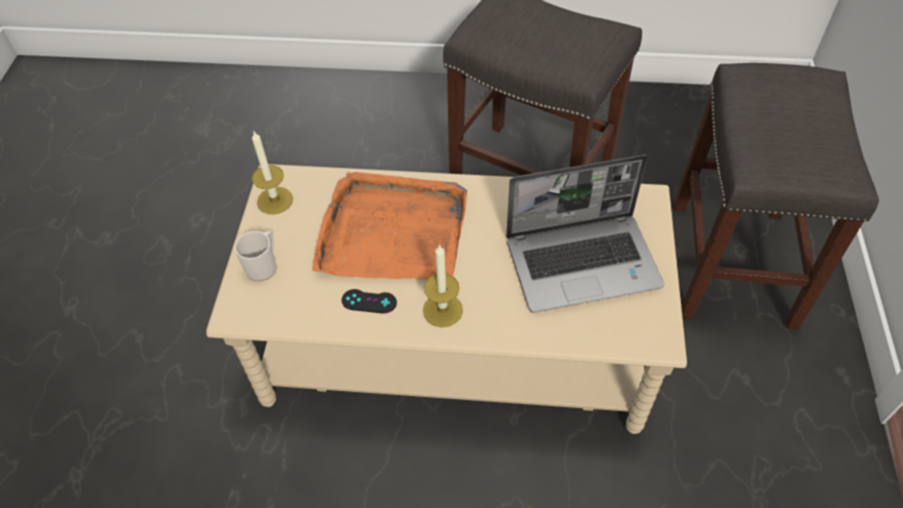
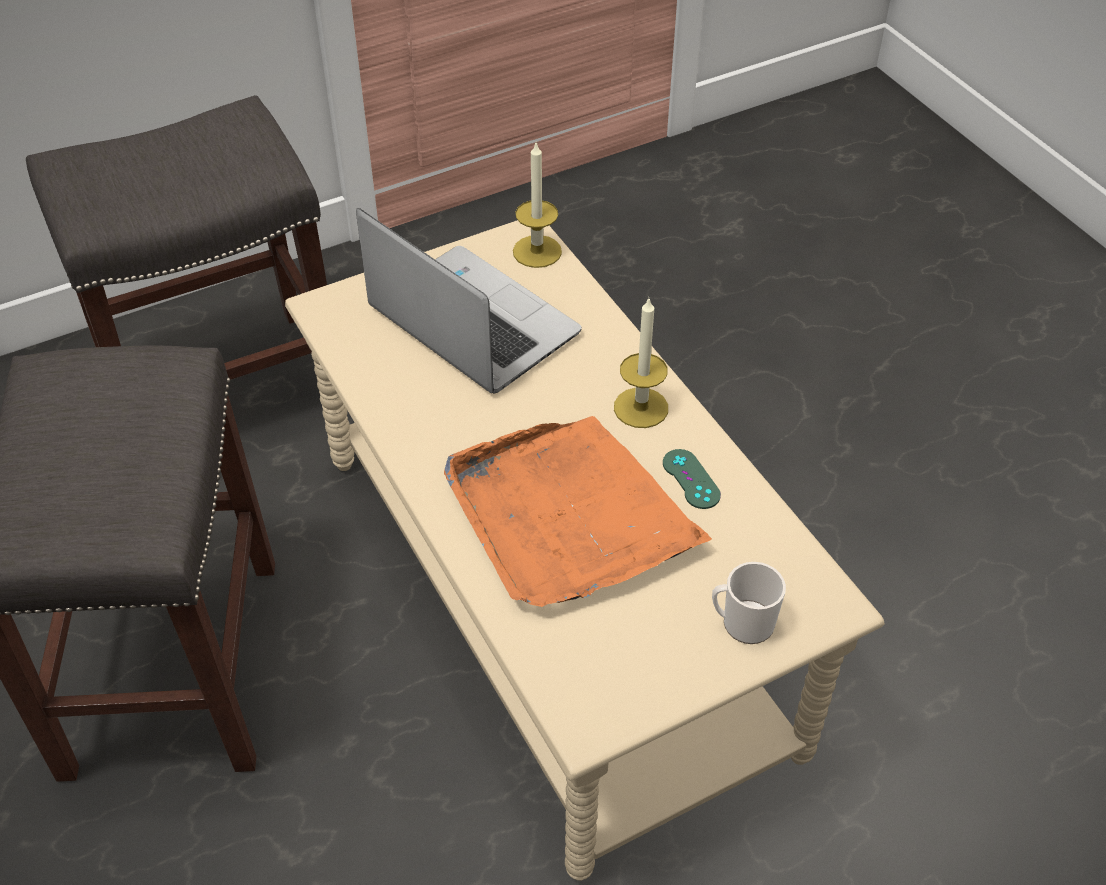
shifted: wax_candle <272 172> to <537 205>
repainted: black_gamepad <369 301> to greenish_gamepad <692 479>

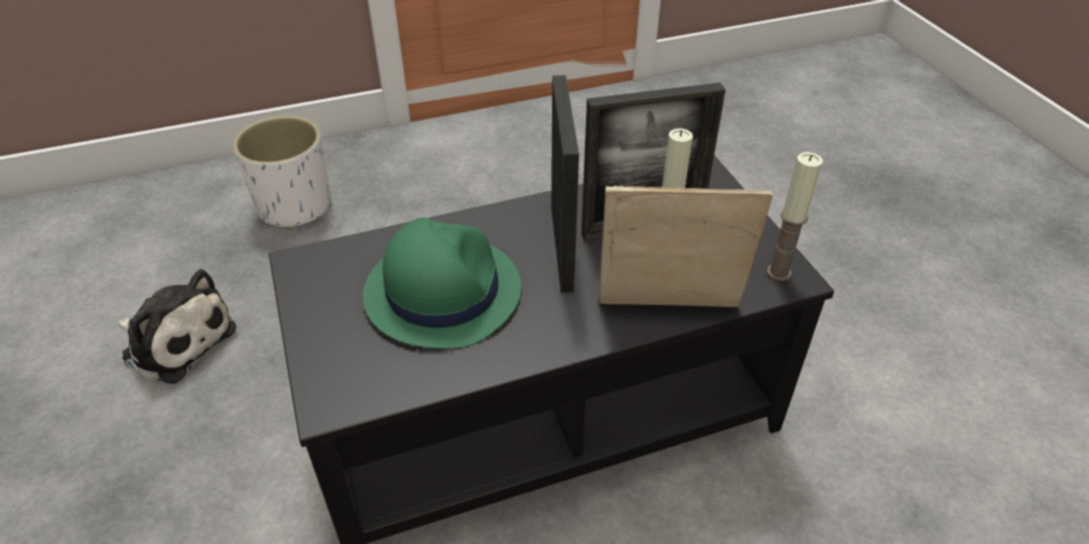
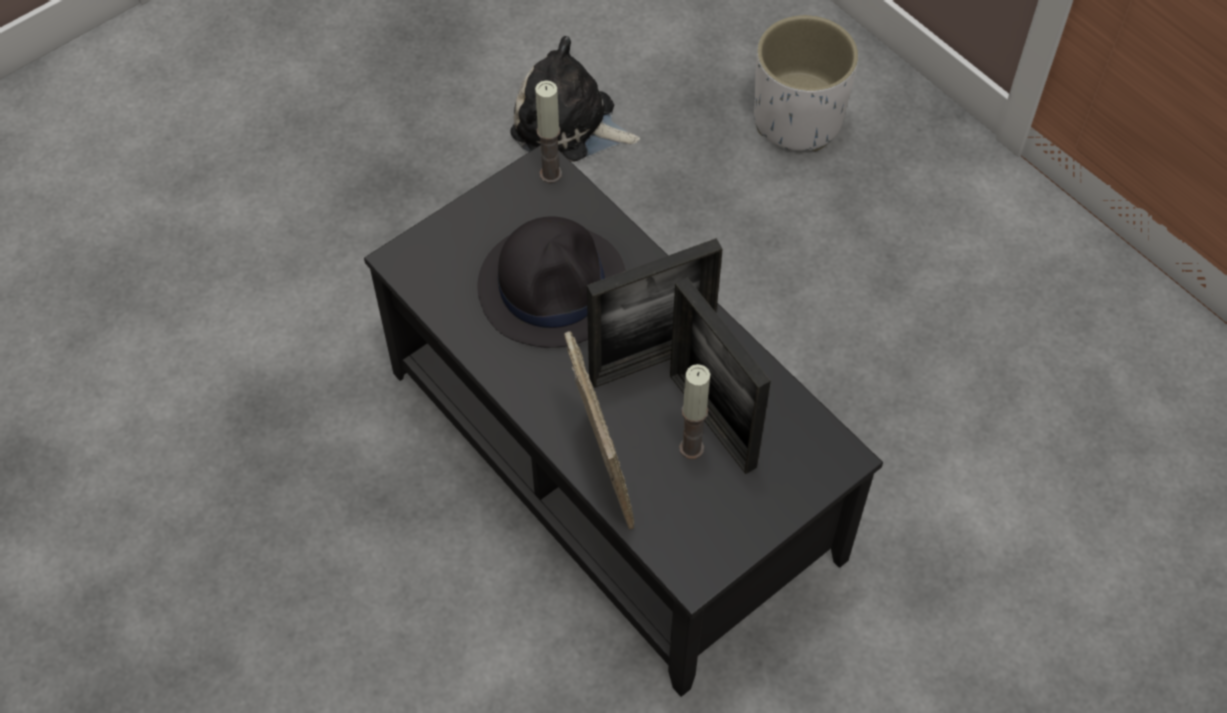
shifted: wax_candle <795 216> to <548 131>
repainted: greenish_wearable_hat <442 283> to black_wearable_hat <551 282>
rotated: plush_toy <177 326> = <575 99> 105 degrees clockwise

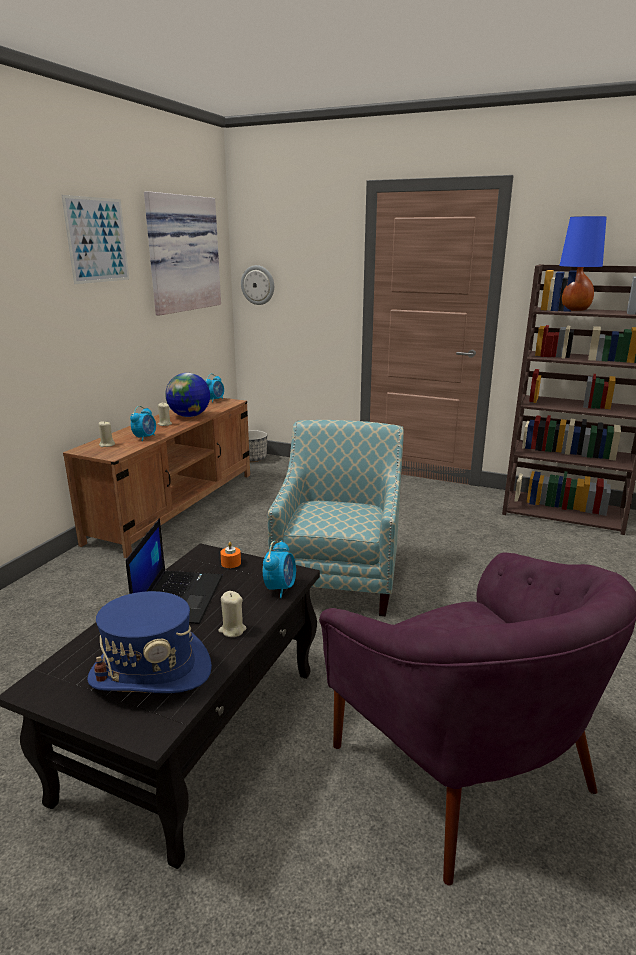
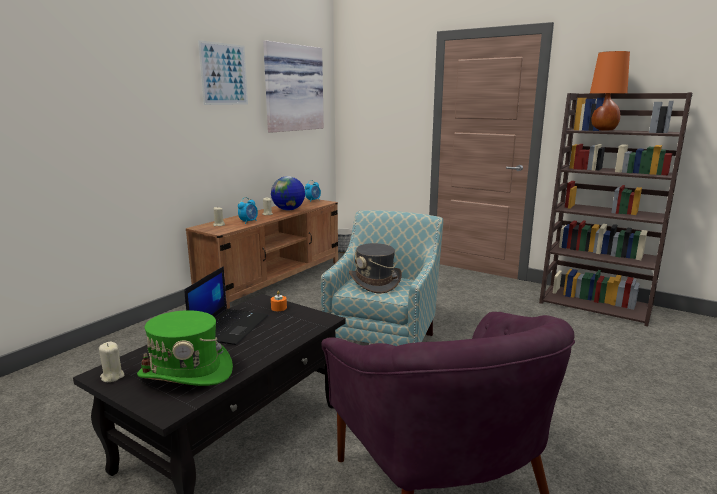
gone: hanging_clock <257 285>; table_clock <279 569>
new: grey_wearable_hat <375 268>
shifted: beige_wax_candle <232 614> to <111 362>
repainted: blue_wearable_hat <149 642> to greenish_wearable_hat <185 348>; blue_table_lamp <583 263> to orange_table_lamp <610 91>

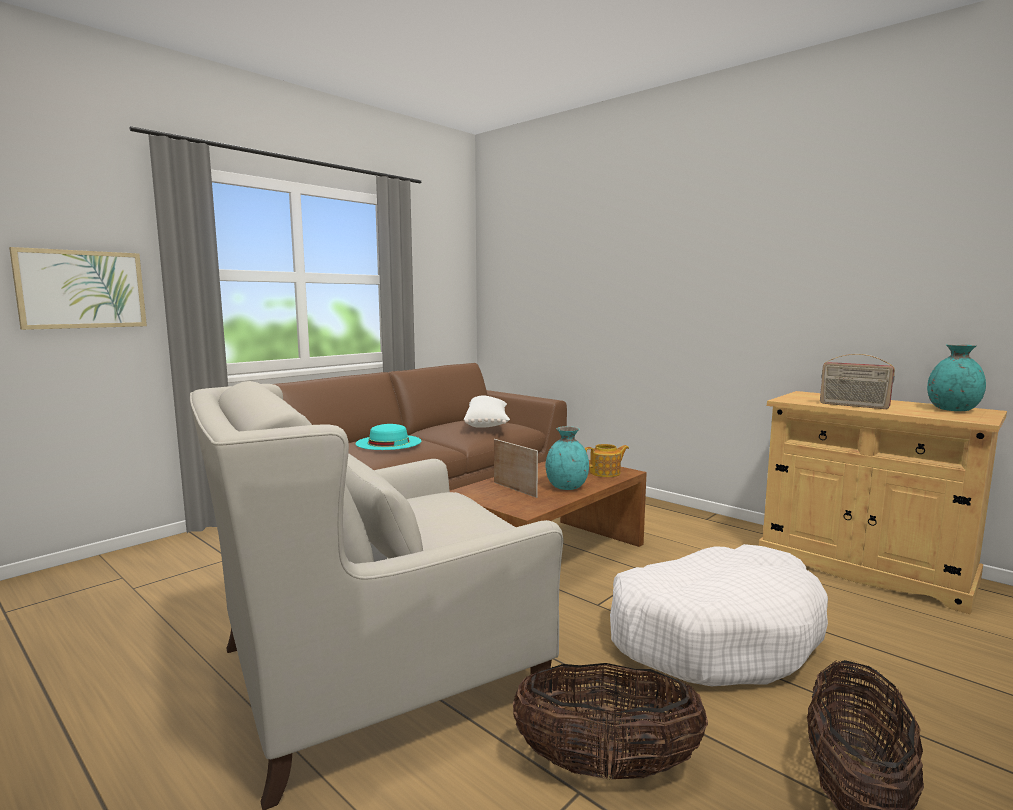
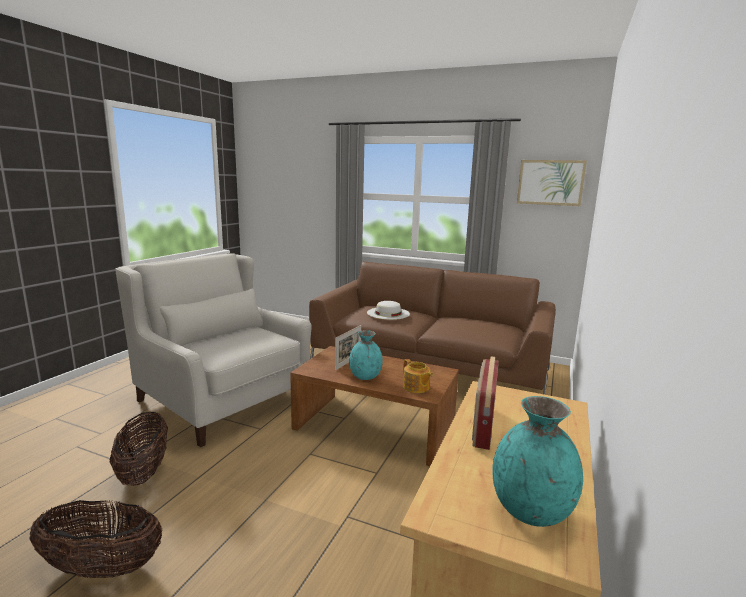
gone: white_throw_pillow <487 411>; white_pet_bed <719 615>
shifted: picture <78 288> to <552 183>
repainted: blue-green_wearable_hat <389 437> to white_wearable_hat <388 310>

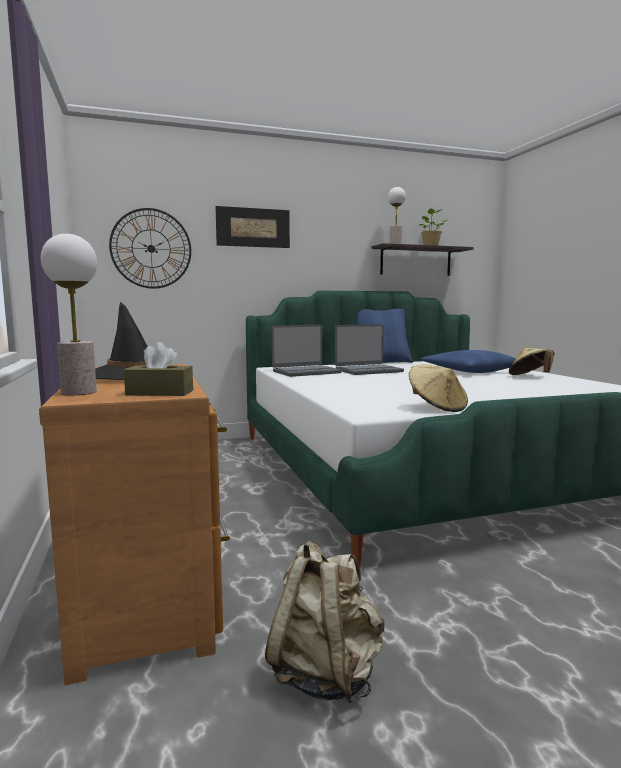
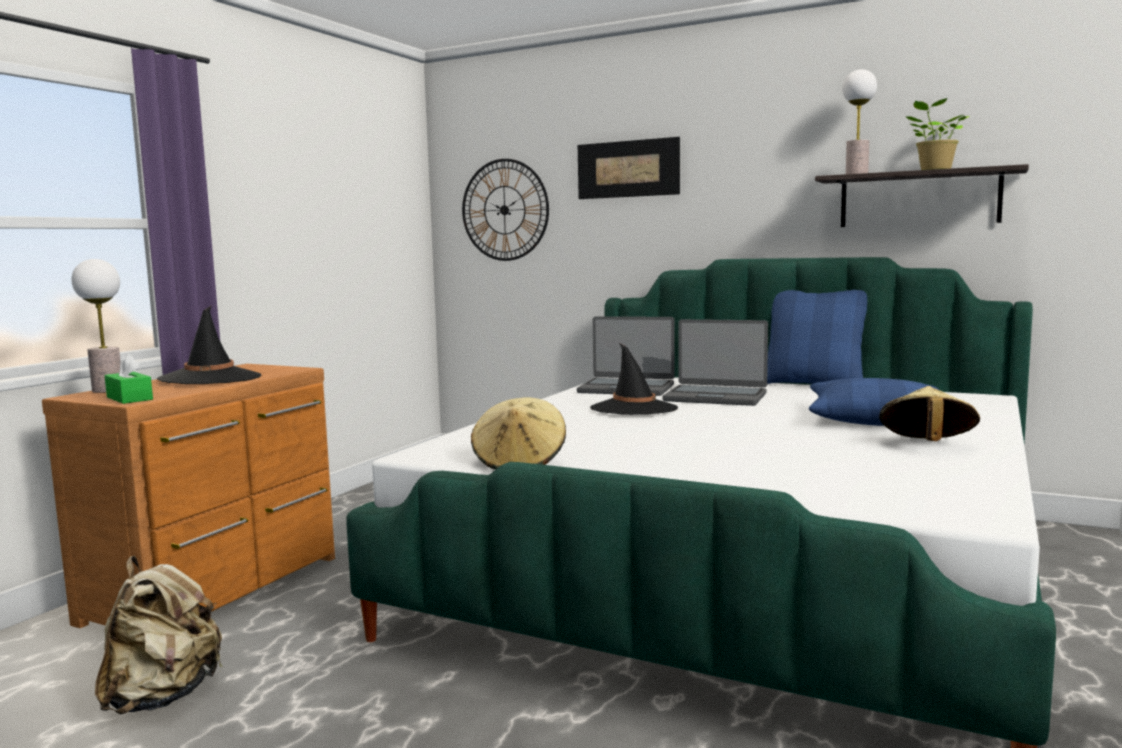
new: black_wearable_hat <634 379>
repainted: brown-coloured_tissue_holder <158 369> to greenish_tissue_holder <128 378>

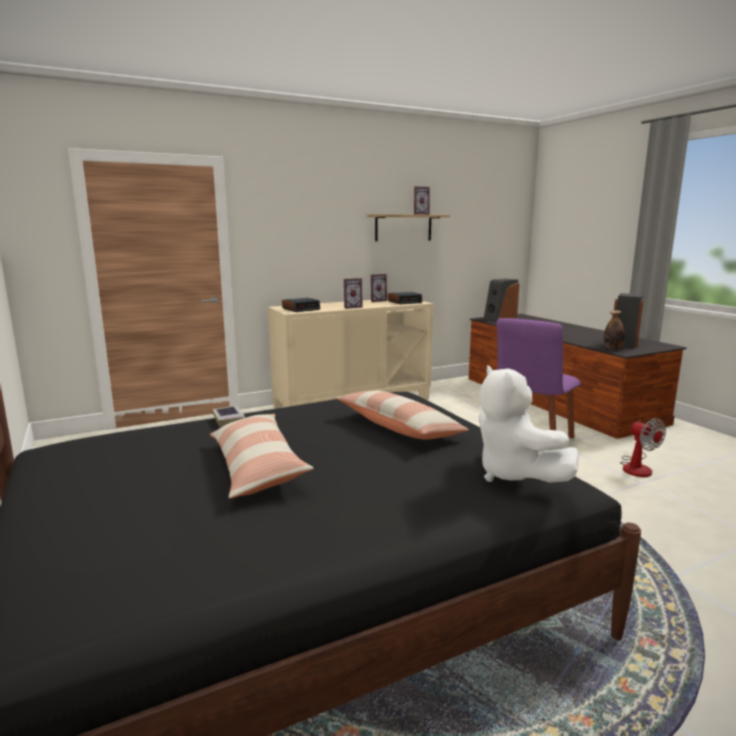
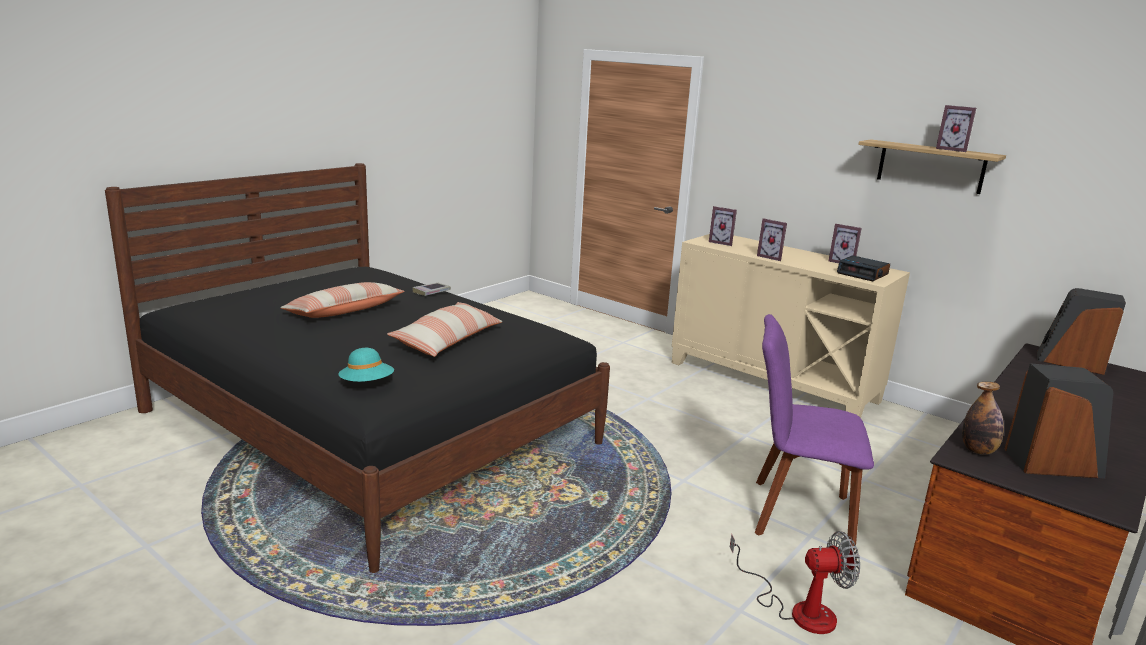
swapped: table_clock <301 305> to photo_frame <723 226>; white_plush_toy <529 424> to blue-green_wearable_hat <366 365>
rotated: cooling_fan <643 447> = <795 582> 135 degrees counterclockwise

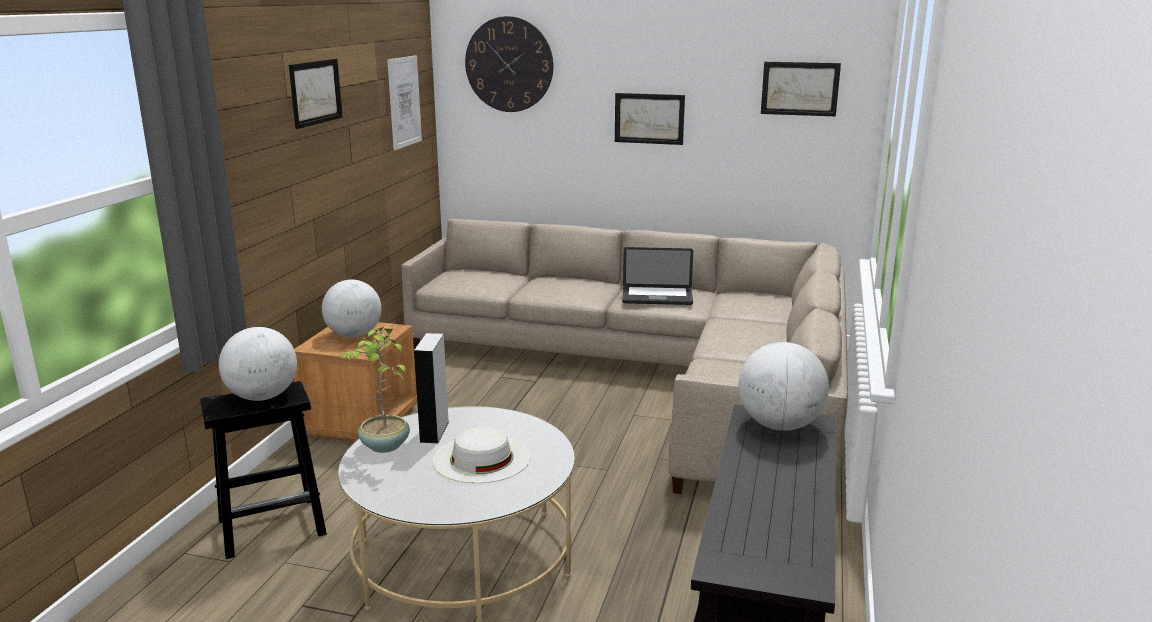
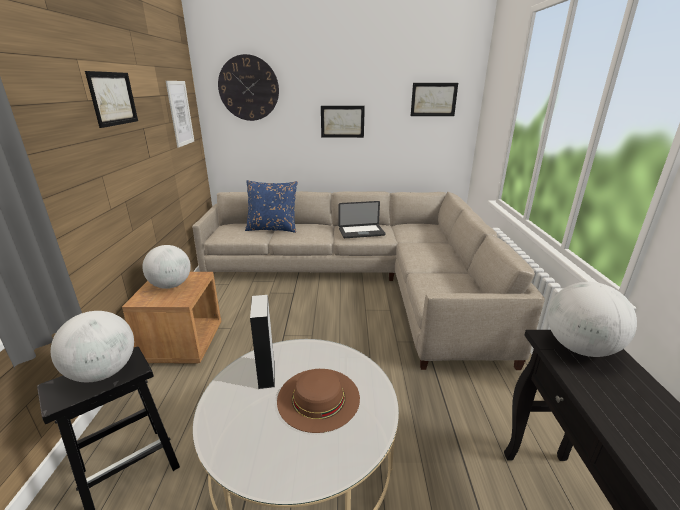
gone: plant_in_a_pot <375 389>
new: blue_throw_pillow <271 206>
repainted: white_wearable_hat <482 455> to brown-coloured_wearable_hat <318 401>

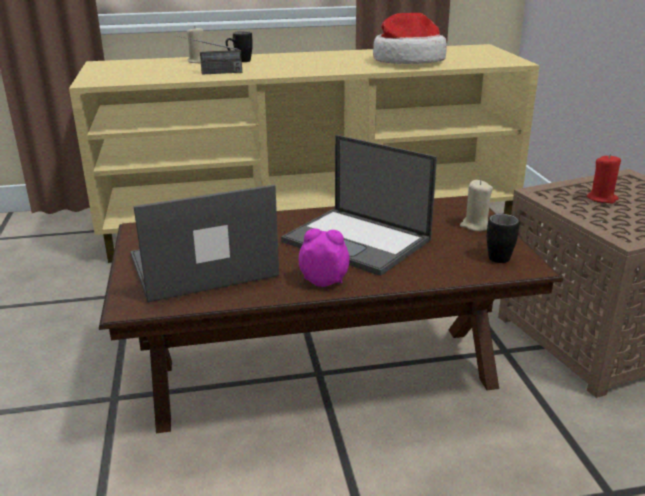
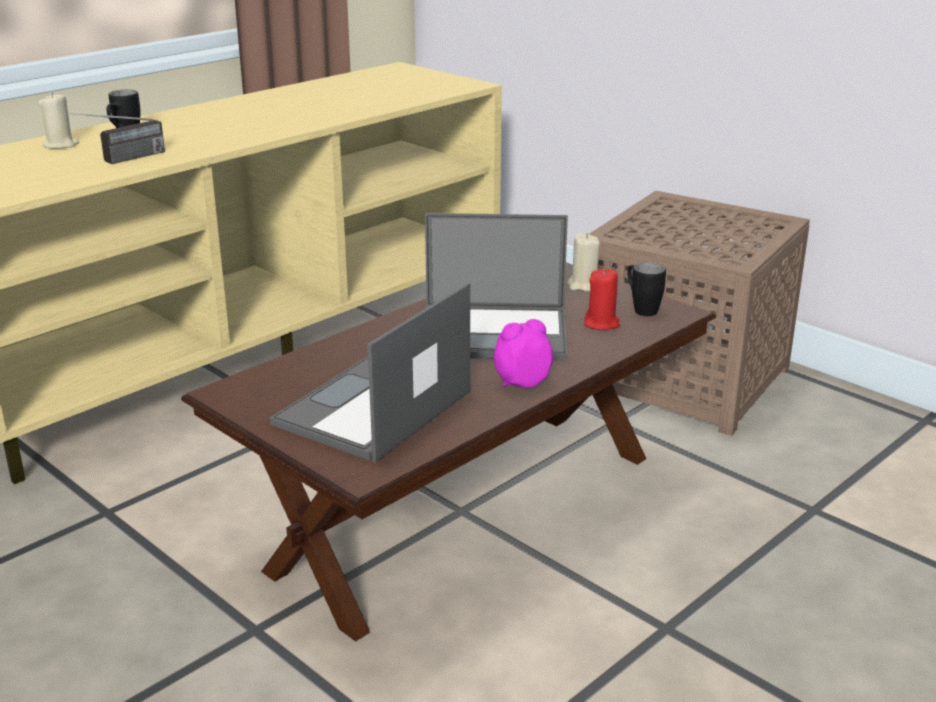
gone: wearable_hat <410 38>
shifted: reddish_wax_candle <604 178> to <602 299>

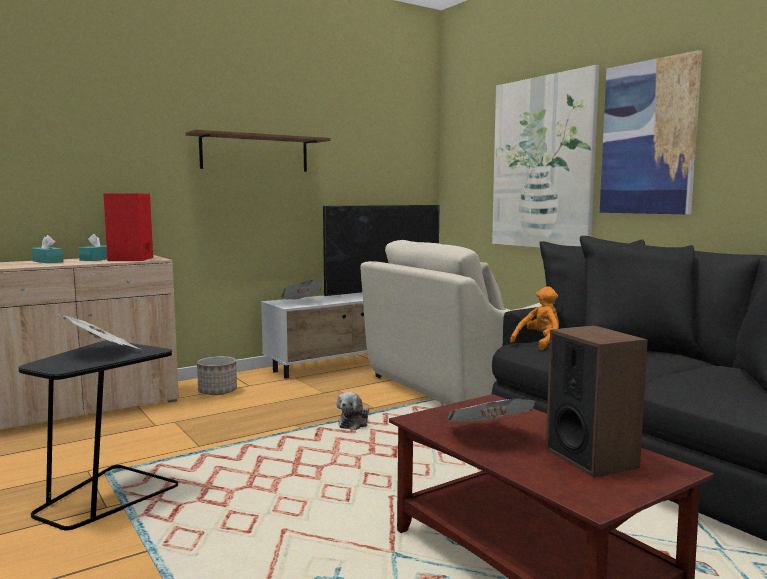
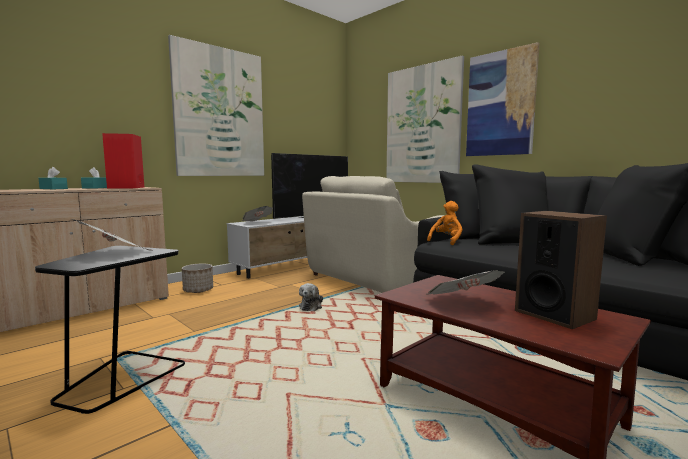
swapped: brown-coloured_bracket_shelf <258 150> to picture <216 105>

